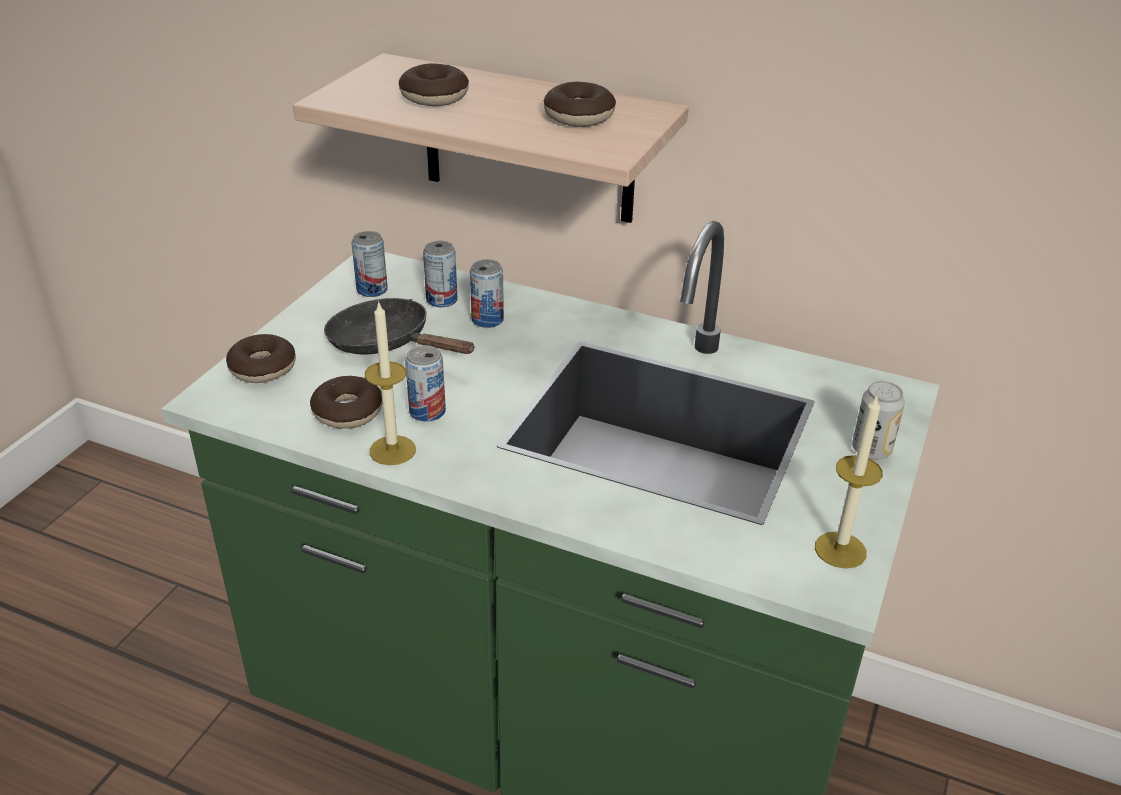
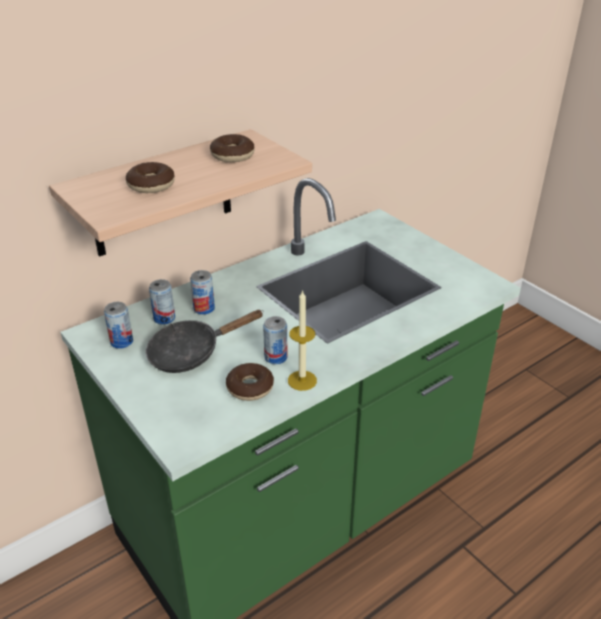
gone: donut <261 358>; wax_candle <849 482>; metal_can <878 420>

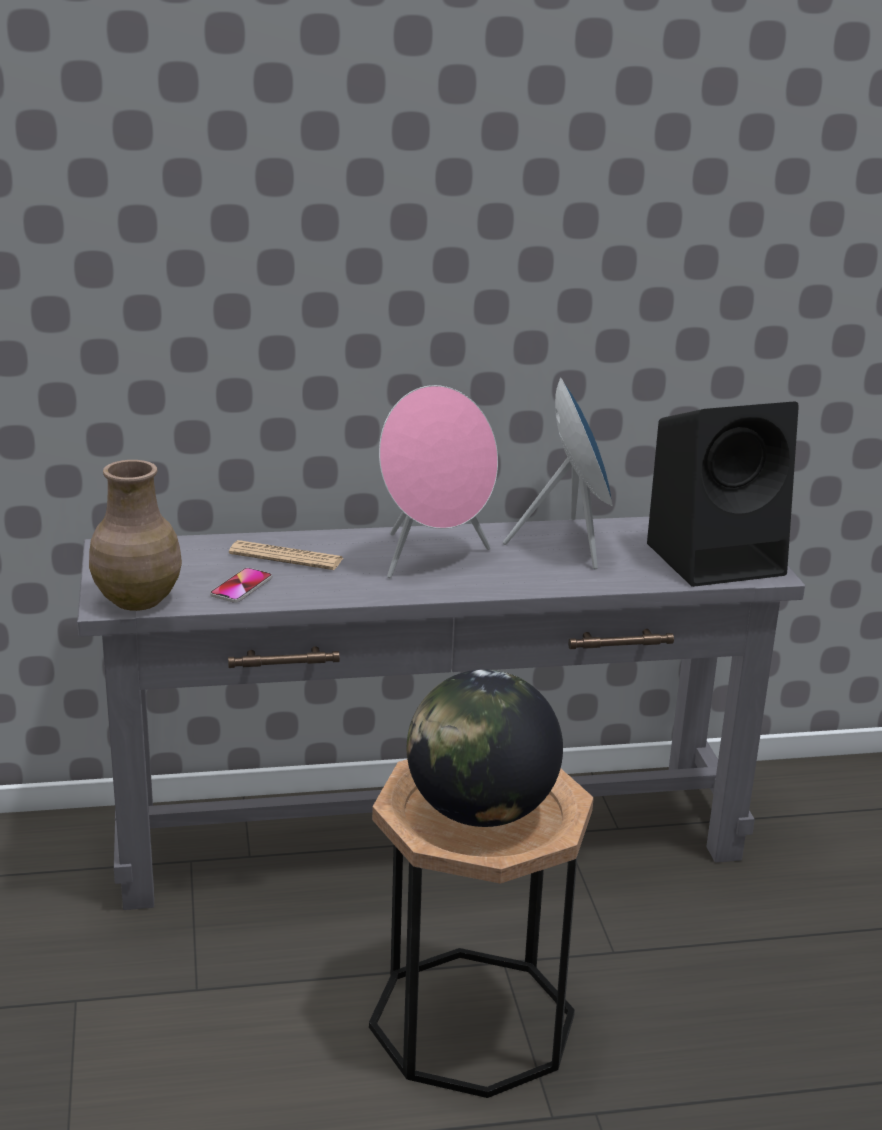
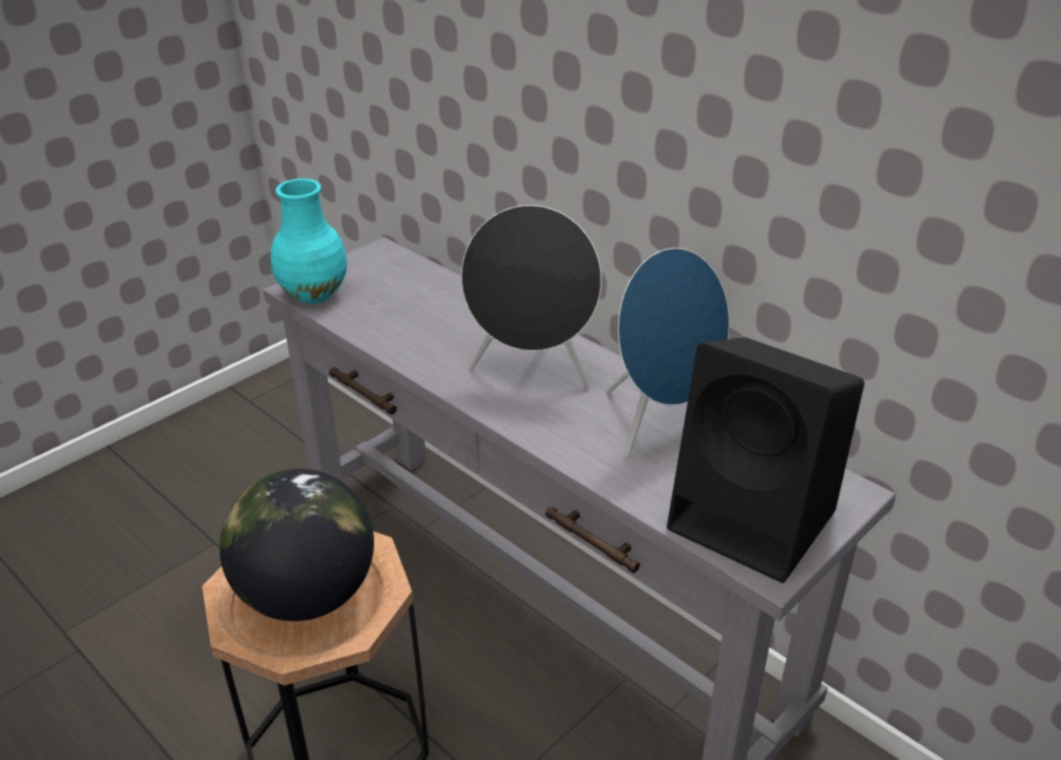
gone: handset <241 585>; daily_paper <286 555>
repainted: brown-coloured_vase <135 535> to blue-green_vase <309 241>; pinkish_loudspeaker <438 482> to black_loudspeaker <531 297>

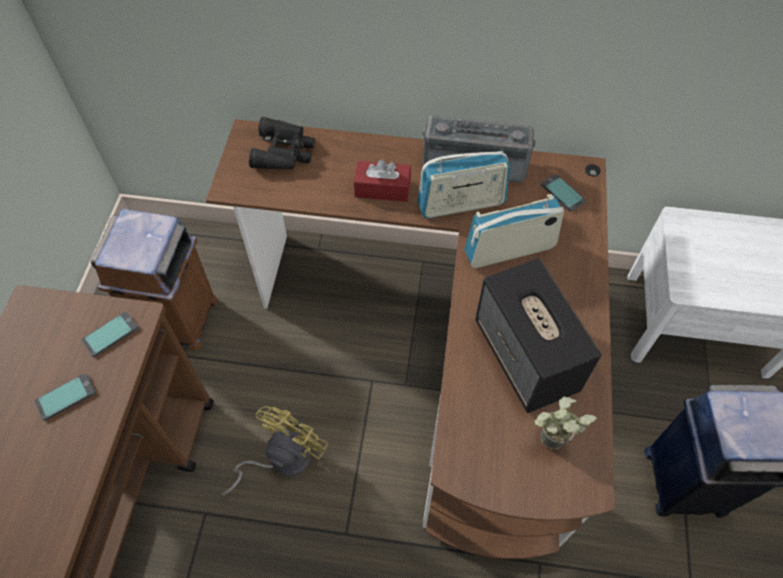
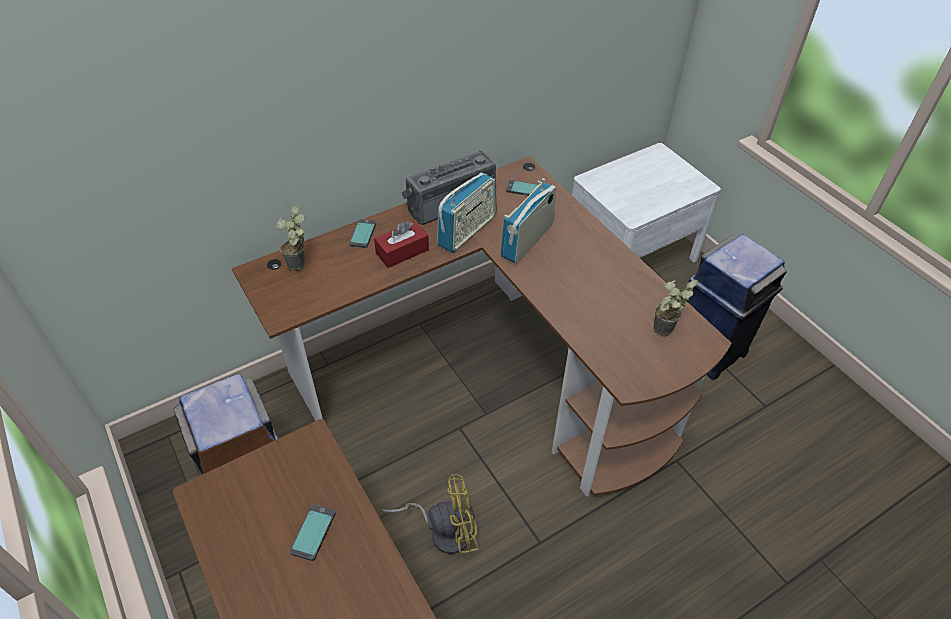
gone: loudspeaker <538 335>
shifted: handset <110 334> to <362 233>
swapped: black_binoculars <282 143> to plant_in_a_pot <290 238>
rotated: yellow_cooling_fan <275 451> = <430 514> 90 degrees clockwise

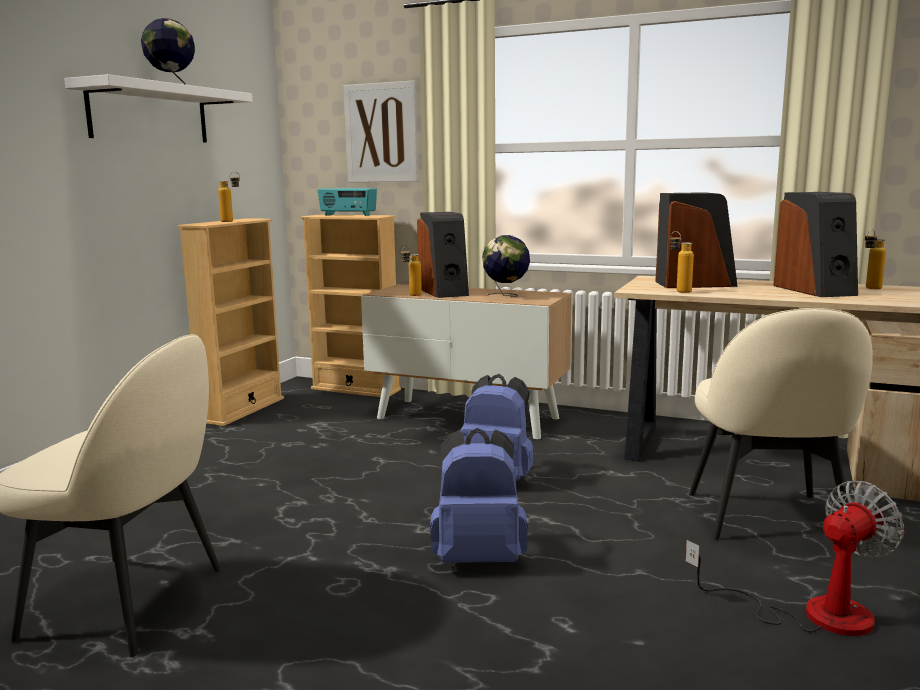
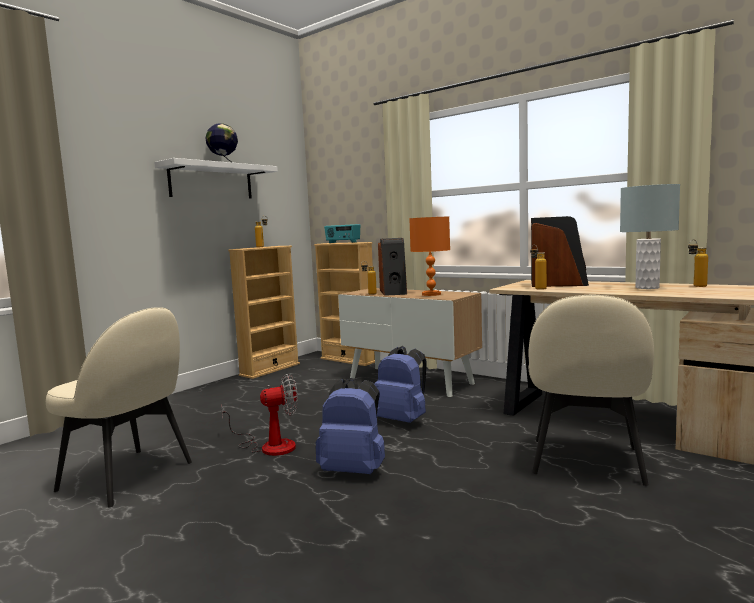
gone: picture <381 131>
shifted: cooling_fan <795 558> to <259 415>
swapped: world_globe <506 266> to orange_table_lamp <429 256>; loudspeaker <815 244> to grey_table_lamp <650 236>

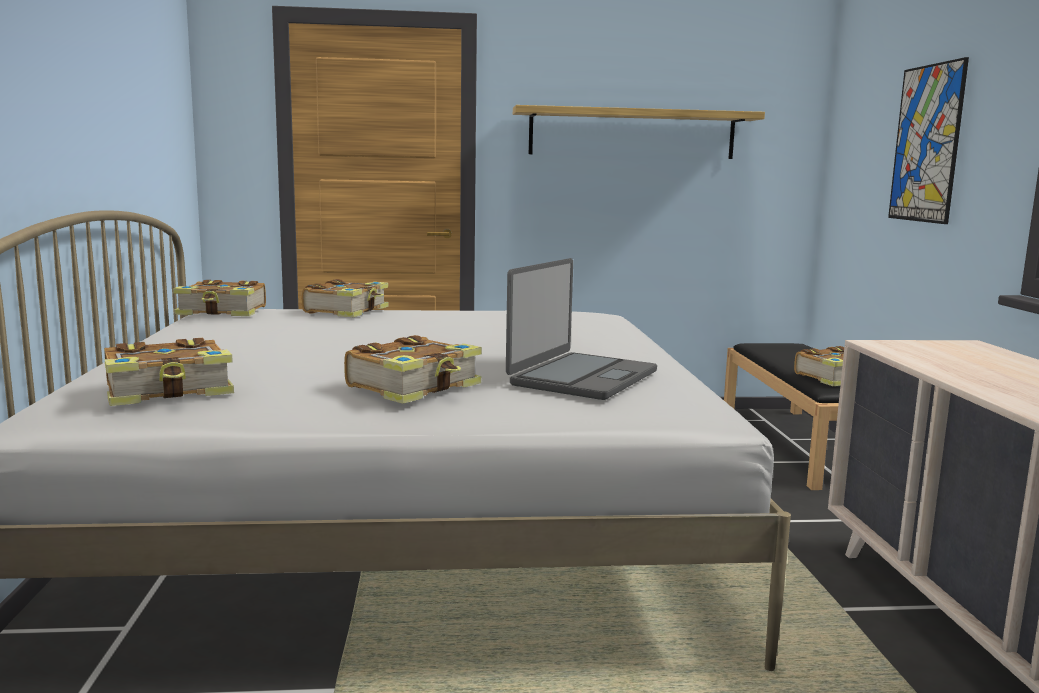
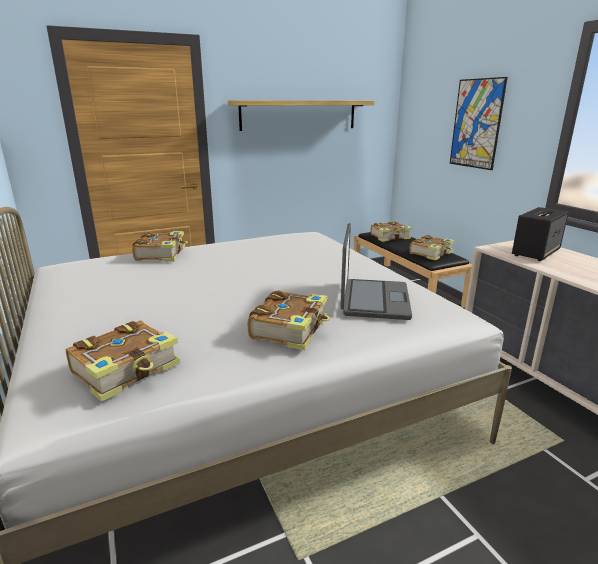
new: loudspeaker <540 234>
shifted: bound_book <219 298> to <391 232>

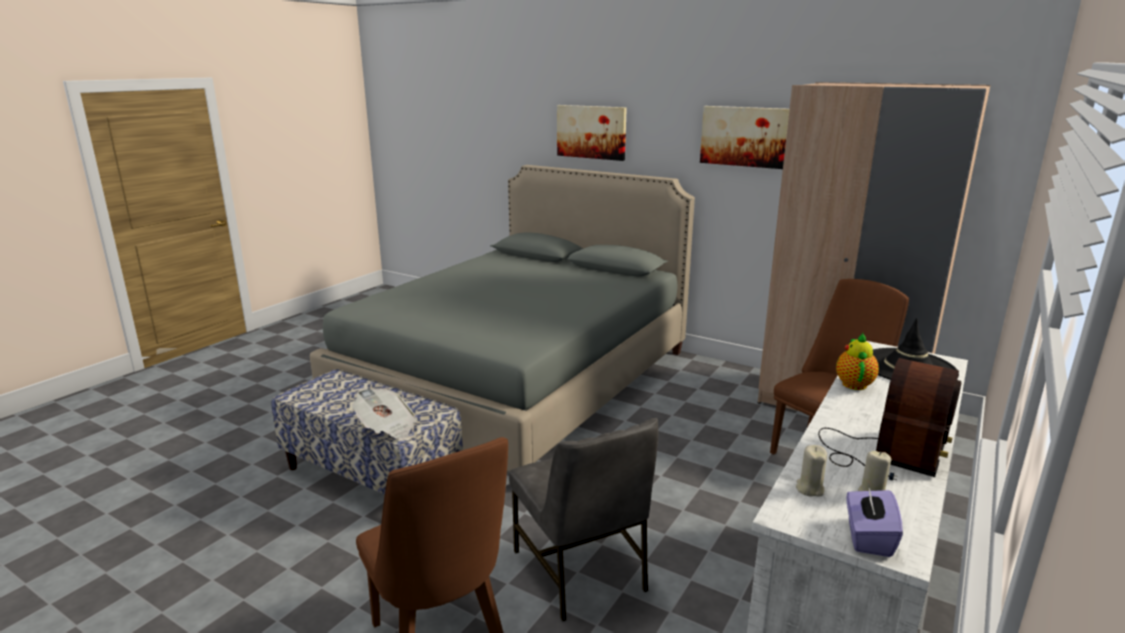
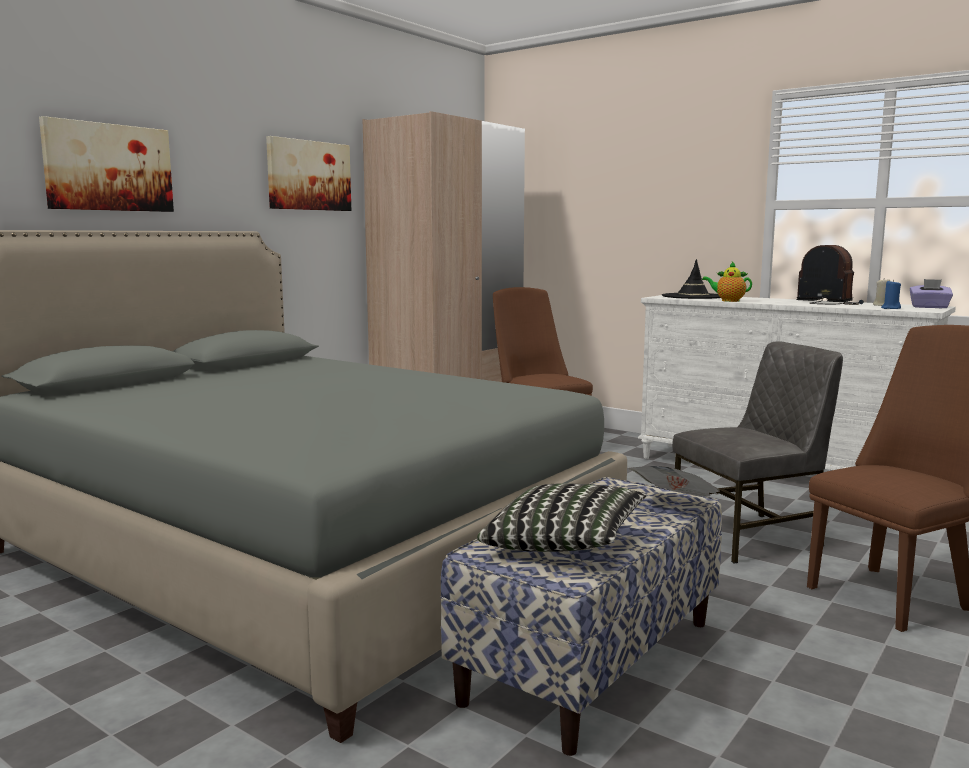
new: throw_pillow <562 517>
repainted: beige_wax_candle <811 471> to blue_wax_candle <891 294>

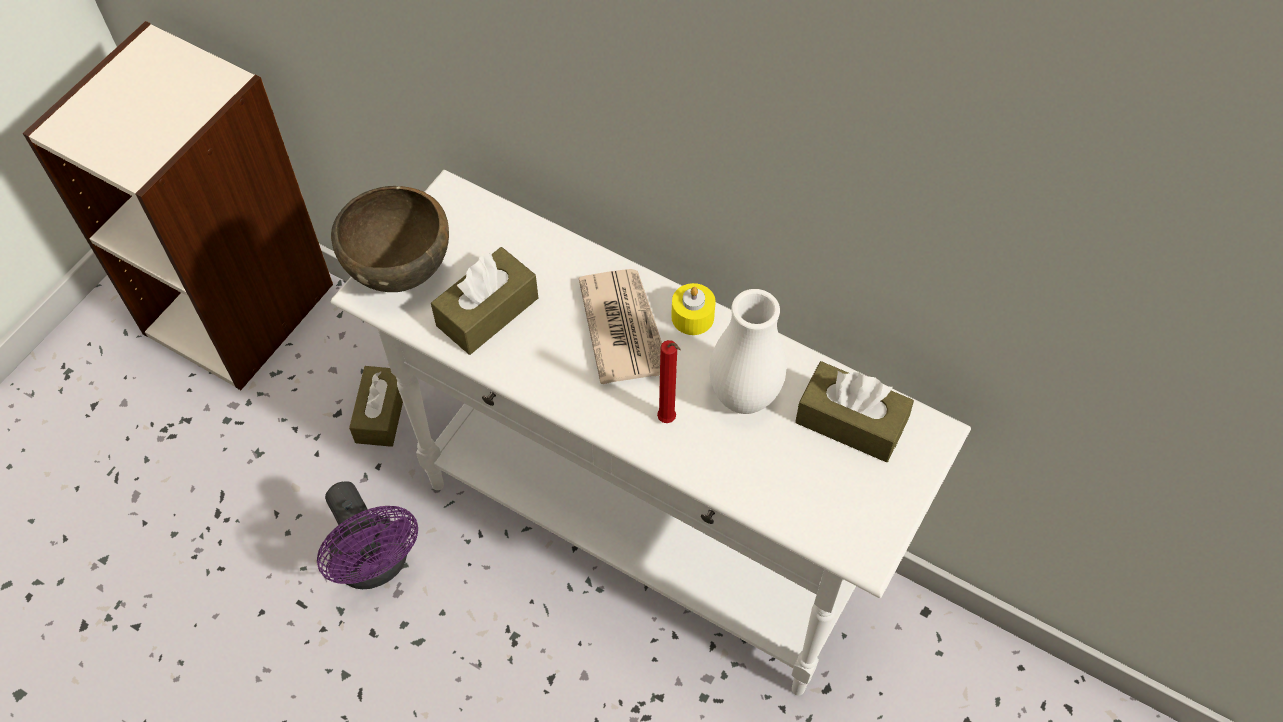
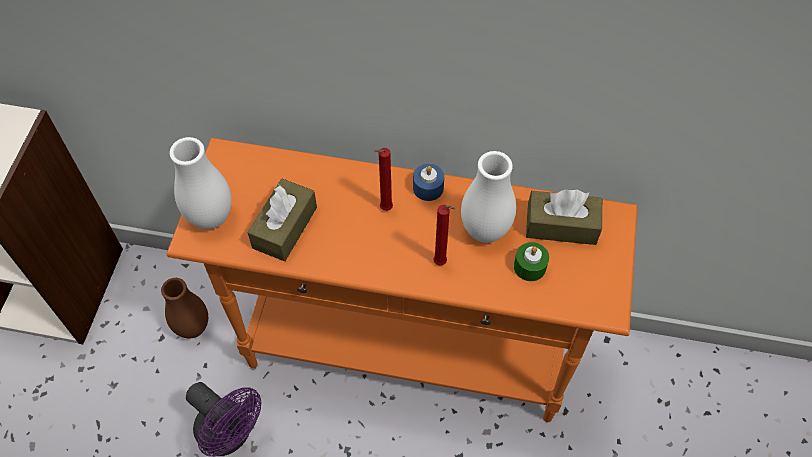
new: greenish_wax_candle <531 261>
swapped: brown-coloured_deep_dish <390 239> to white_vase <201 183>; brown-coloured_tissue_holder <376 406> to brown-coloured_vase <184 308>; daily_paper <620 326> to reddish_wax_candle <383 179>
repainted: white_hall_table <651 433> to orange_hall_table <402 280>; yellow_wax_candle <693 309> to blue_wax_candle <428 182>

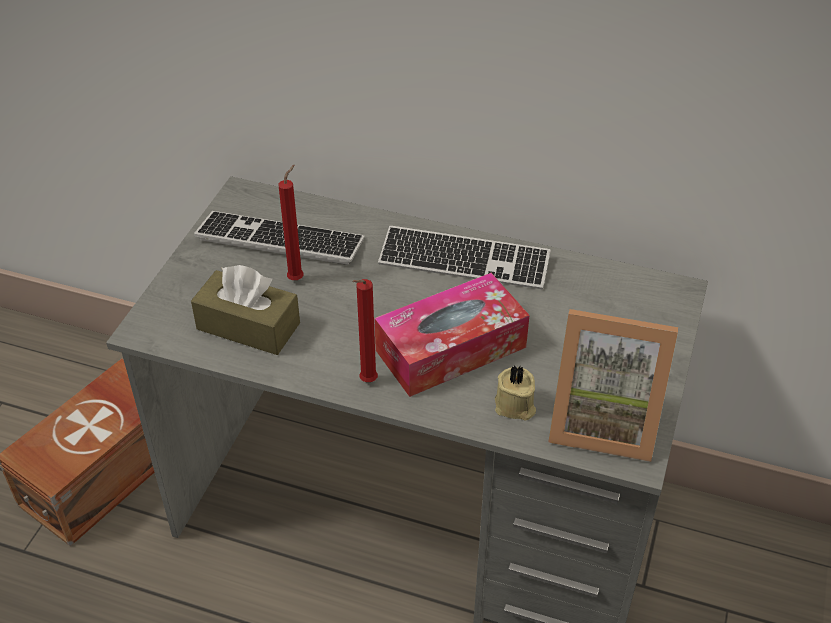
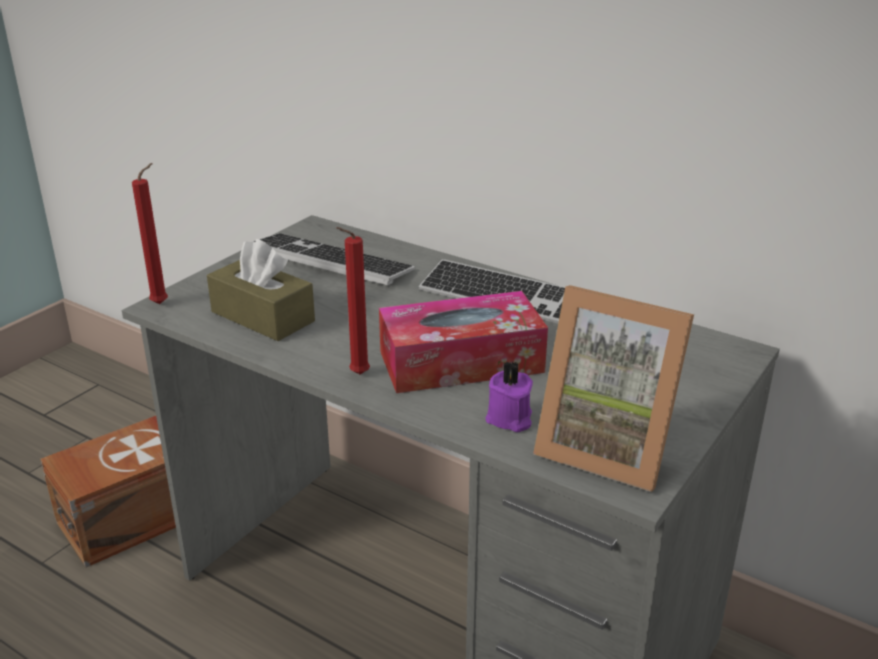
shifted: reddish_wax_candle <291 222> to <150 233>
repainted: beige_wax_candle <515 393> to purple-coloured_wax_candle <509 396>

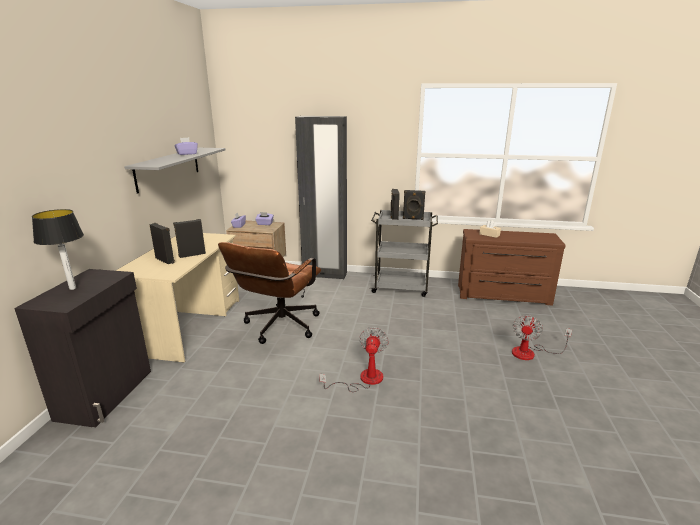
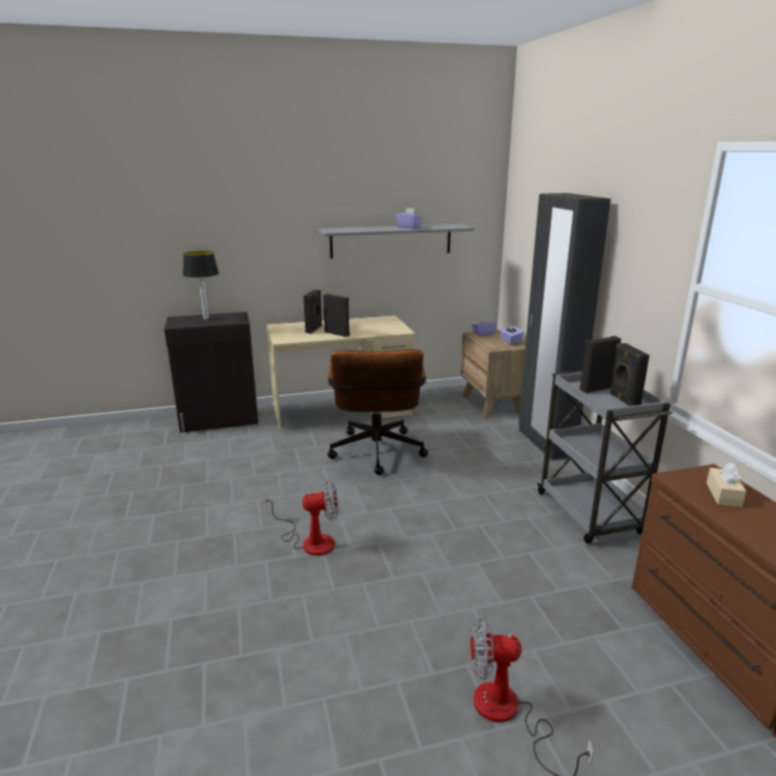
rotated: brown-coloured_desk_chair <269 293> = <377 412> 90 degrees counterclockwise

